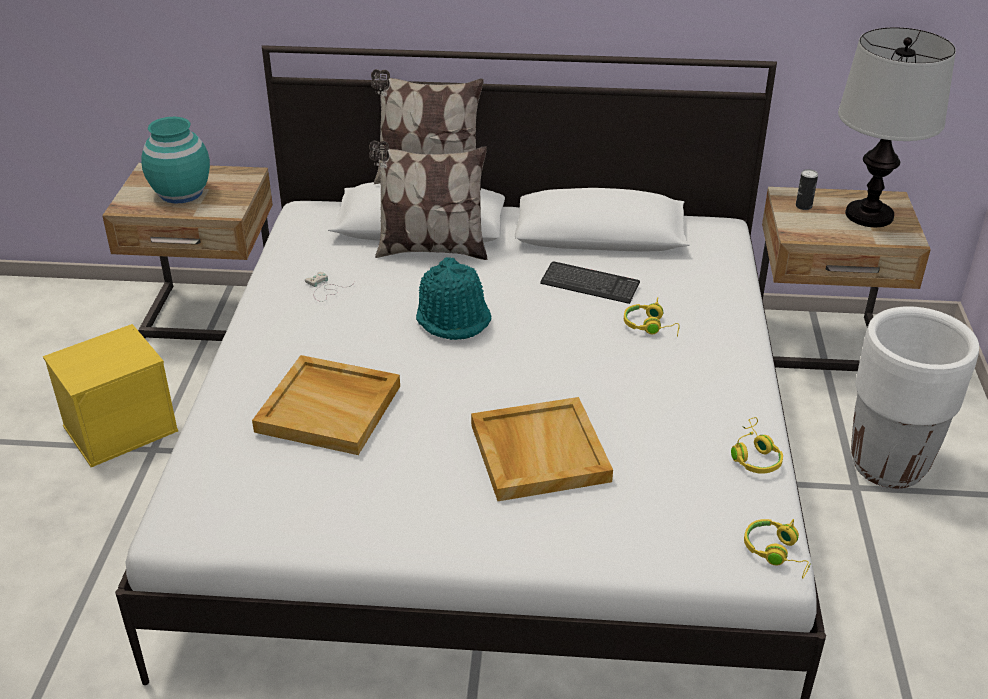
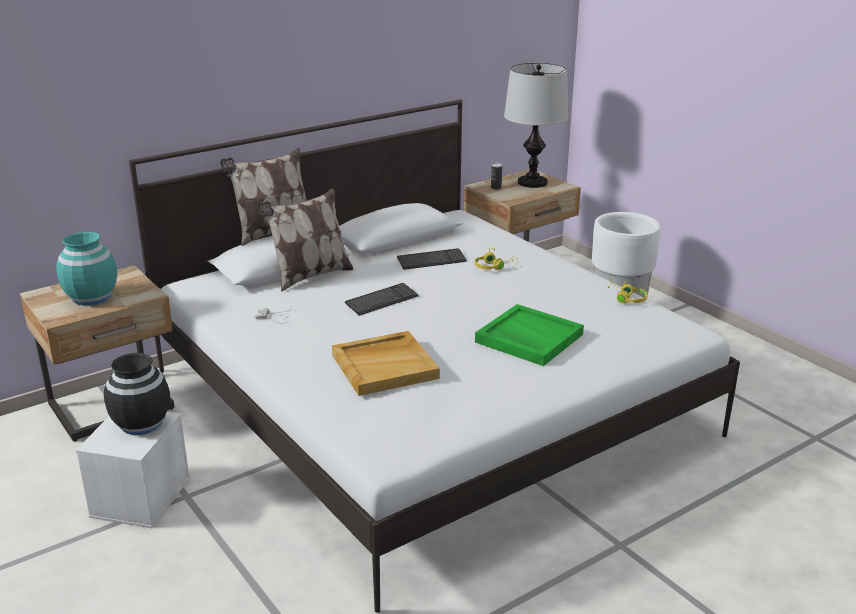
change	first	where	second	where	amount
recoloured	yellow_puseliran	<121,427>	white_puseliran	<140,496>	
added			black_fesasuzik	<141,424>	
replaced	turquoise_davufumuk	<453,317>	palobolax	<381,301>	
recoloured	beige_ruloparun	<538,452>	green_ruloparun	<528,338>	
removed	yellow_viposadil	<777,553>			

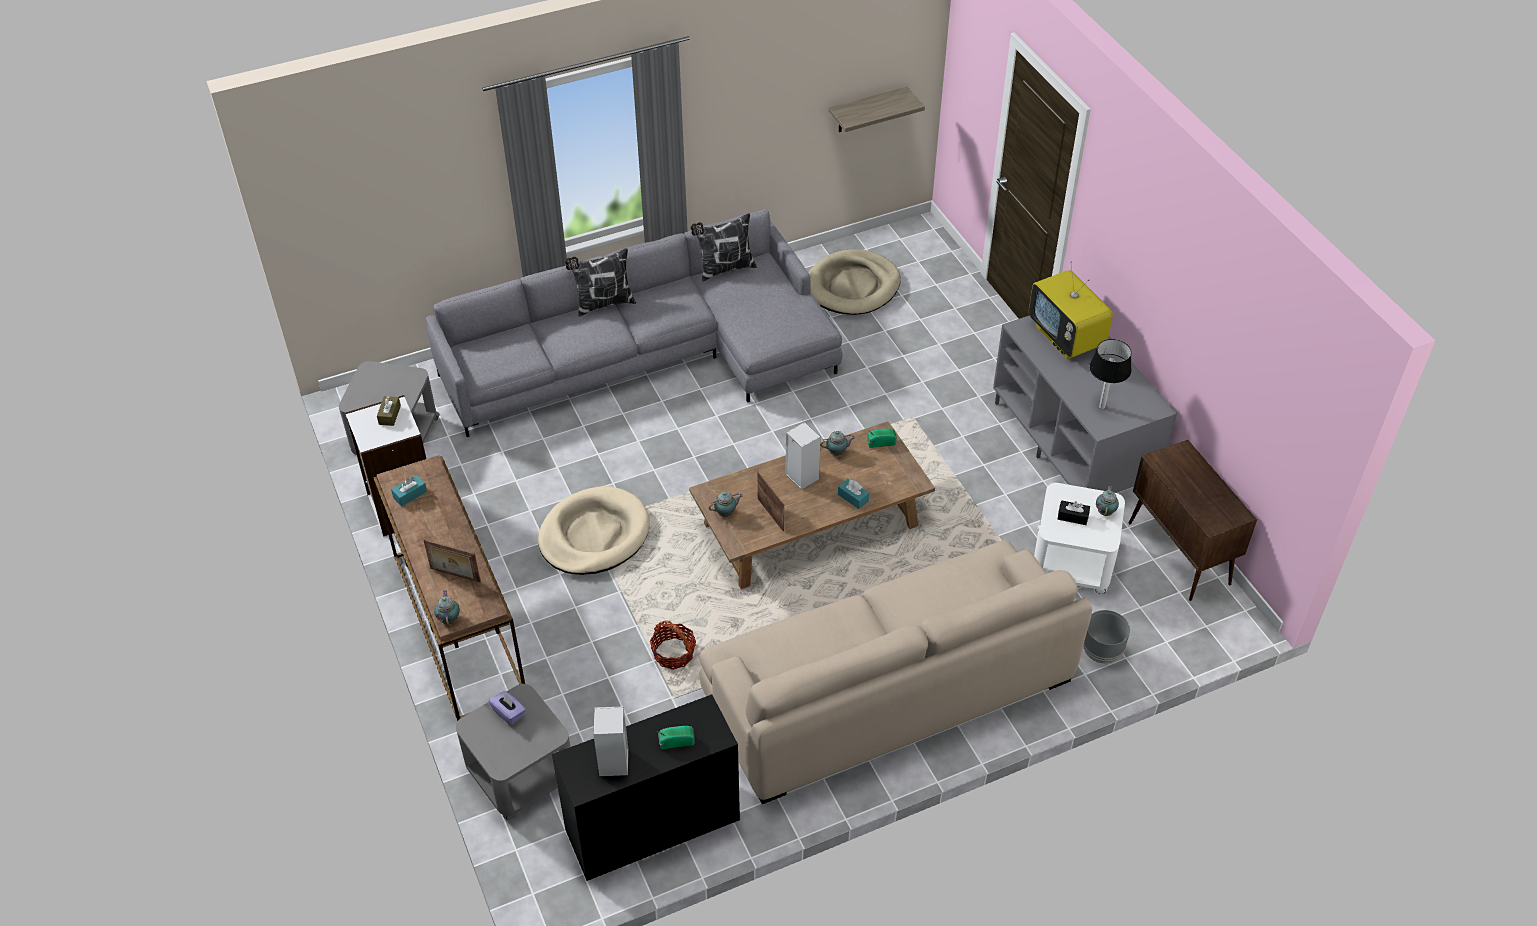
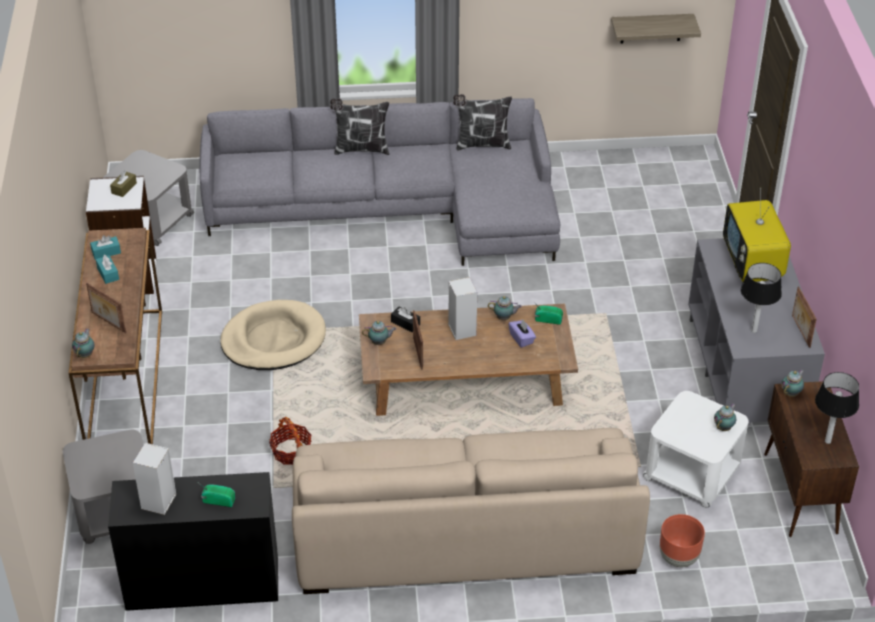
change	first	where	second	where	amount
moved	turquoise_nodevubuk	<853,497>		<108,274>	
moved	black_nodevubuk	<1072,517>		<405,323>	
moved	purple_nodevubuk	<509,713>		<521,339>	
recoloured	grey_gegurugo	<1101,653>	brown_gegurugo	<678,558>	
added			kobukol	<791,393>	
added			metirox	<800,331>	
added			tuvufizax	<827,441>	
removed	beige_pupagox	<853,286>			

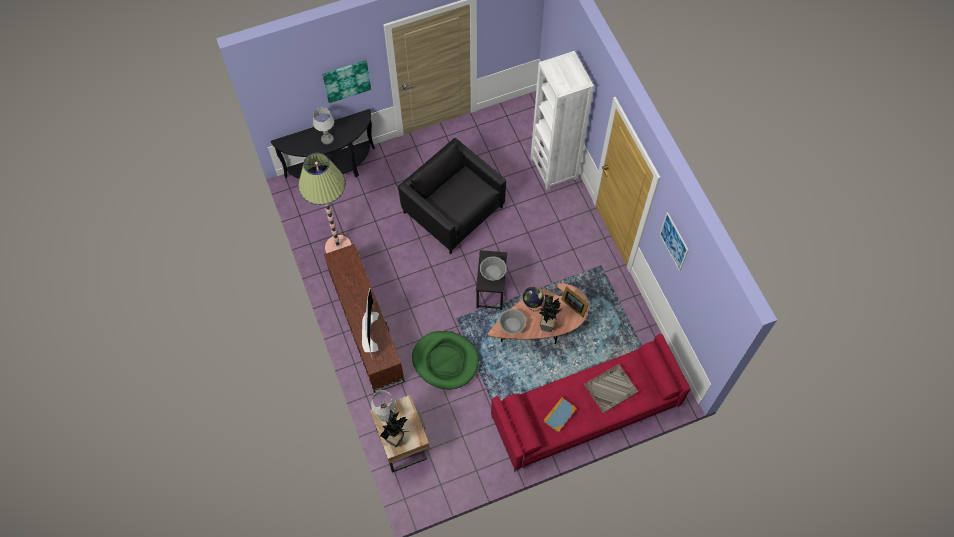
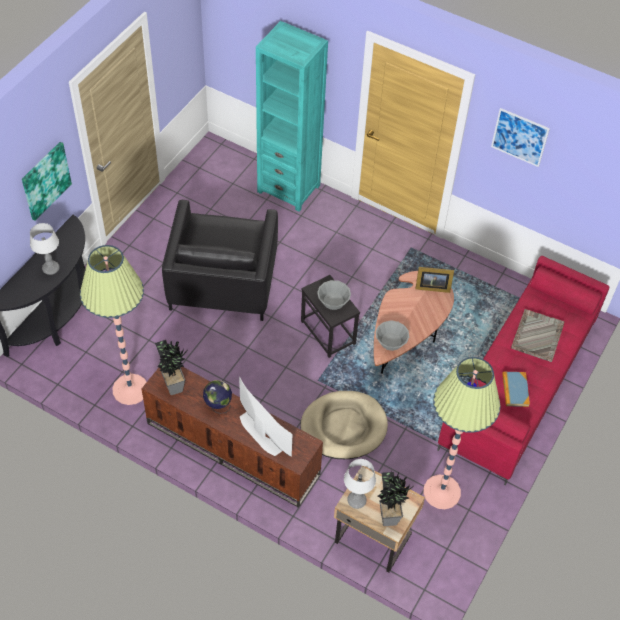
change	first	where	second	where	amount
moved	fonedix	<548,324>		<175,385>	
turned	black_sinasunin	<453,210>		<222,282>	90 degrees counterclockwise
moved	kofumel	<532,304>		<218,406>	
recoloured	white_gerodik	<554,168>	turquoise_gerodik	<289,188>	
recoloured	green_pupagox	<445,361>	beige_pupagox	<343,427>	
added			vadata	<441,492>	

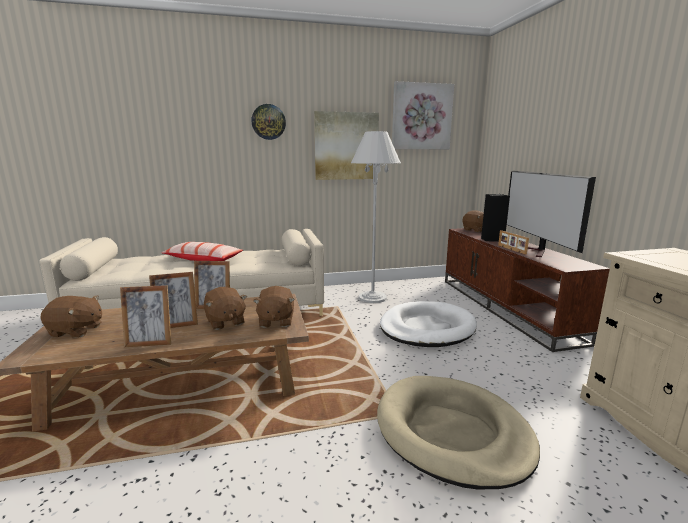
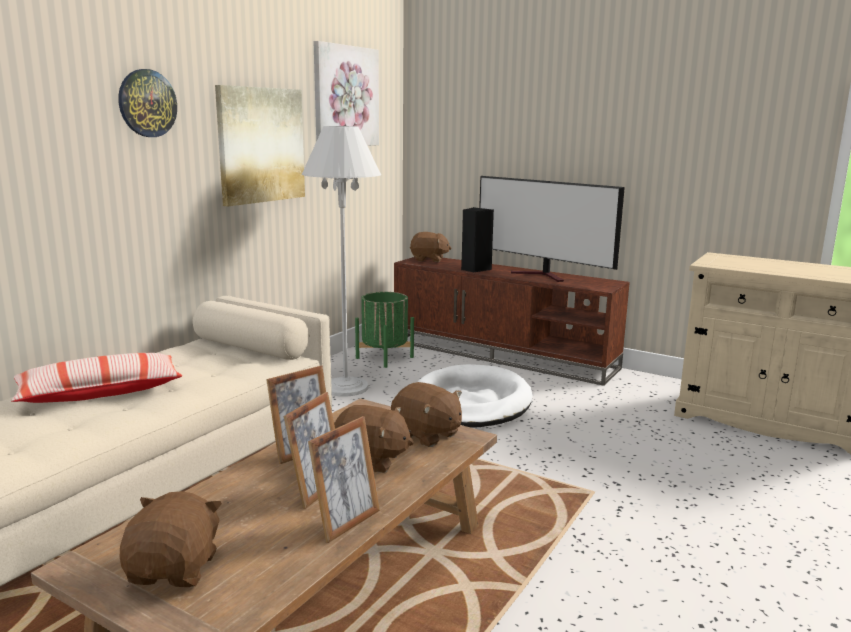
change	first	where	second	where	amount
turned	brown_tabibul	<76,331>		<175,569>	45 degrees counterclockwise
added			green_gegurugo	<384,357>	
removed	beige_pupagox	<452,432>			
removed	metirox	<511,249>			

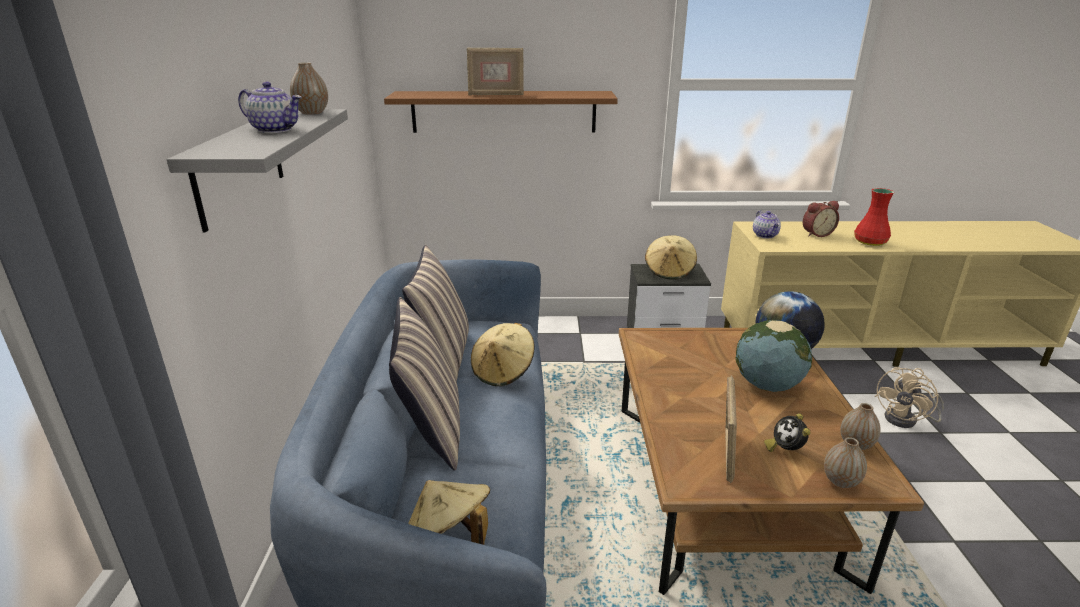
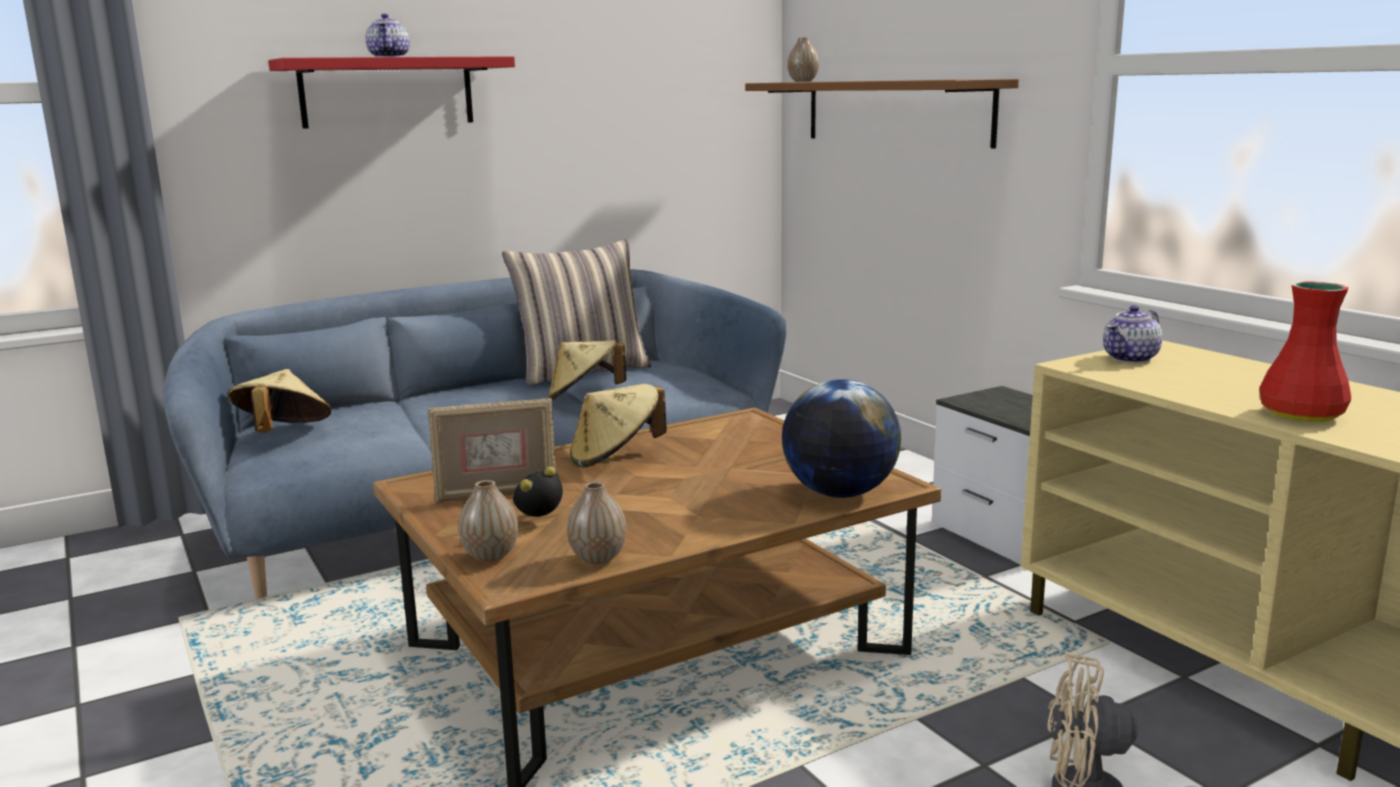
change	first	where	second	where	amount
recoloured	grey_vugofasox	<240,166>	red_vugofasox	<387,92>	
moved	beige_davufumuk	<669,271>		<616,457>	
moved	fesasuzik	<312,113>		<803,81>	
removed	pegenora	<431,430>			
removed	metirox	<496,95>			
removed	kofumel	<767,385>			
removed	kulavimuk	<816,234>			

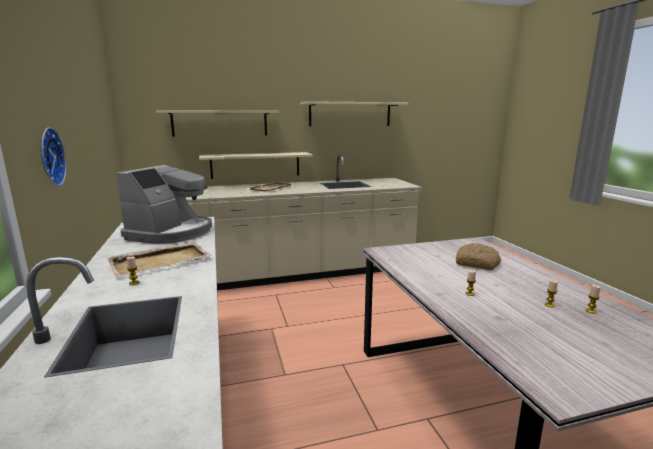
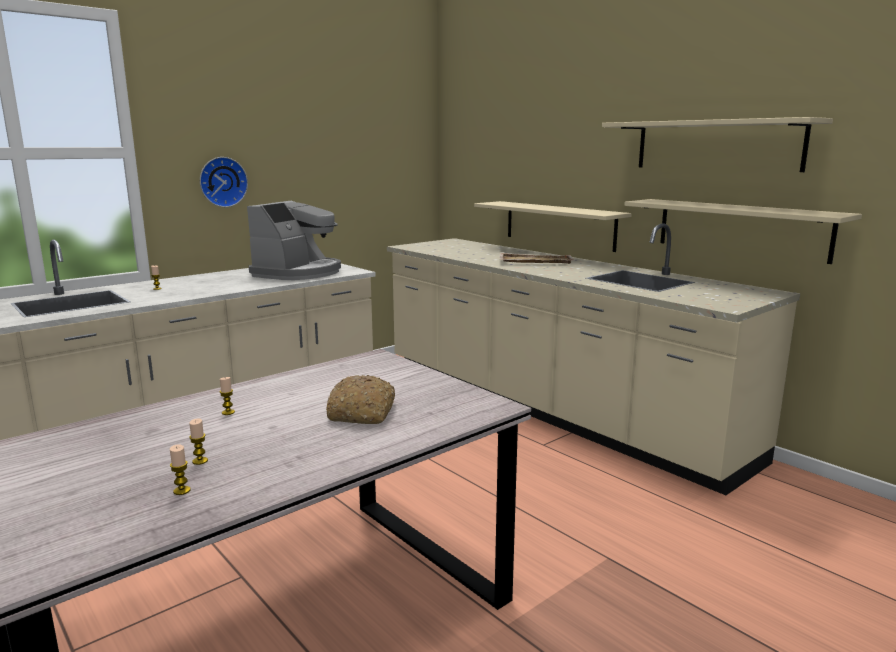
change	first	where	second	where	amount
turned	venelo	<171,233>		<298,273>	60 degrees counterclockwise
moved	beige_vugofasox	<220,123>		<741,229>	
removed	beige_ruloparun	<161,261>			

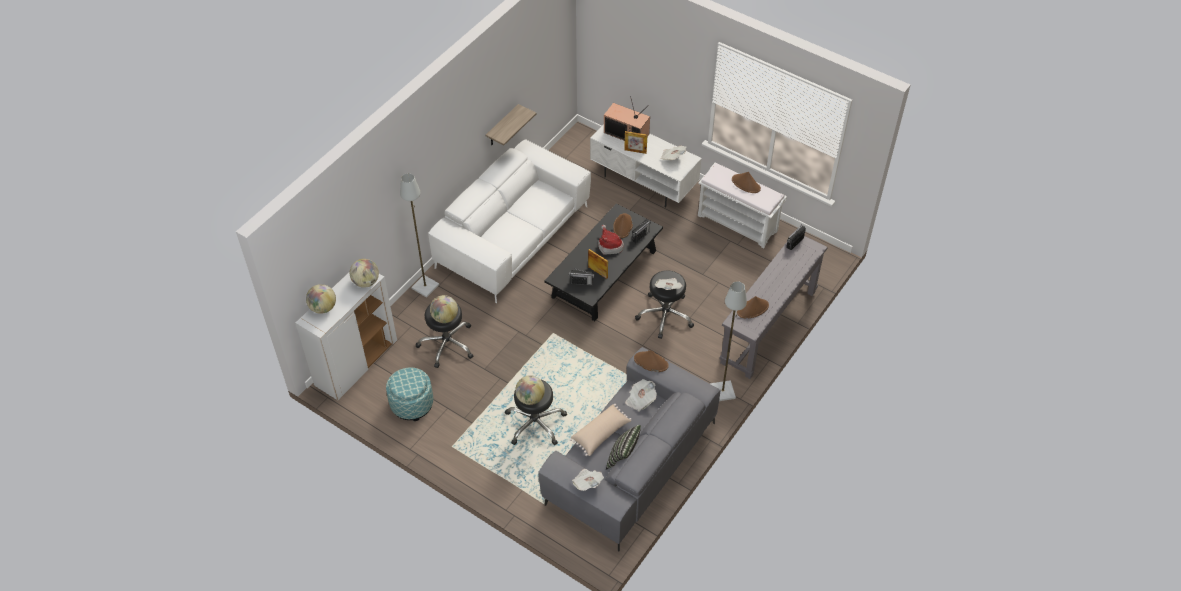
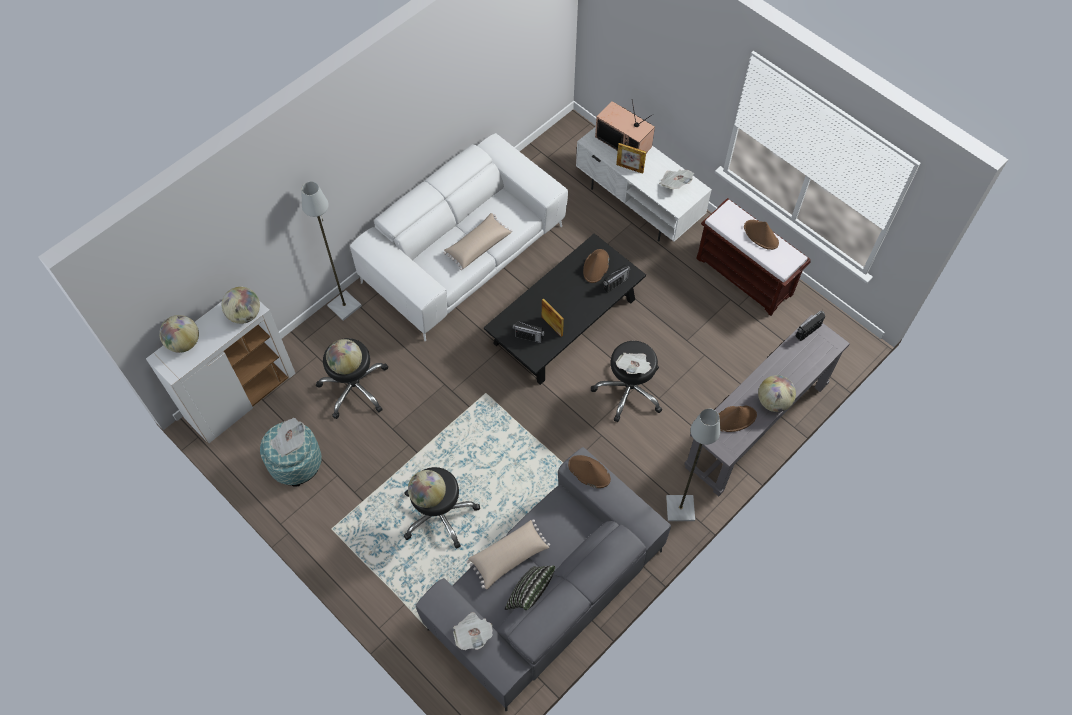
change	first	where	second	where	amount
moved	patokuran	<640,400>		<289,441>	
added			beige_pegenora	<477,246>	
recoloured	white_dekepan	<738,223>	brown_dekepan	<745,276>	
added			kofumel	<773,401>	
removed	vugofasox	<502,126>			
removed	davufumuk	<609,245>			

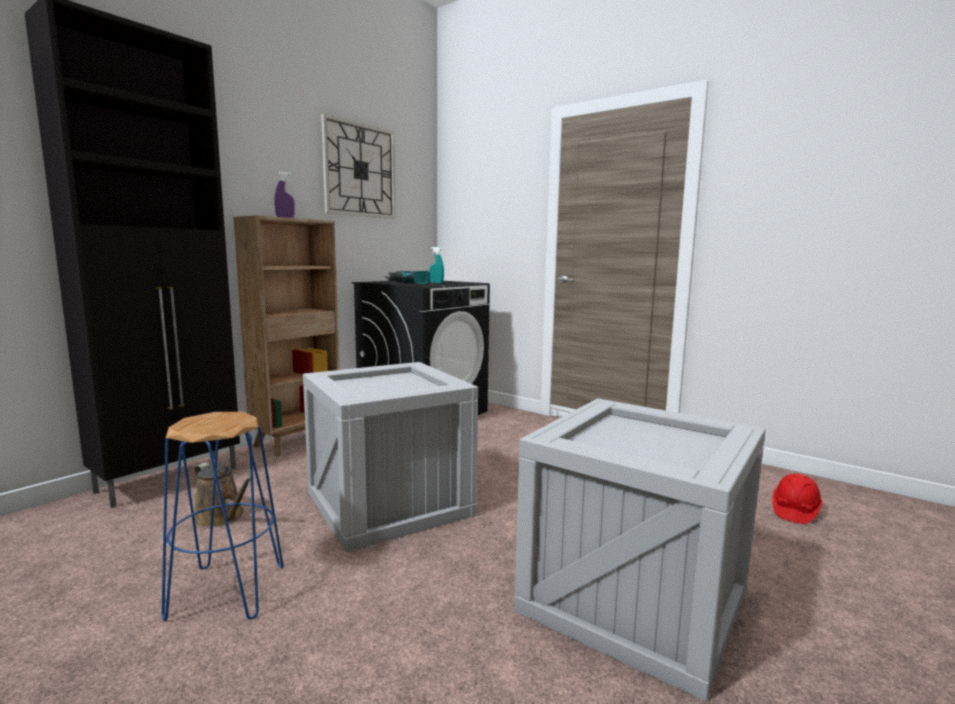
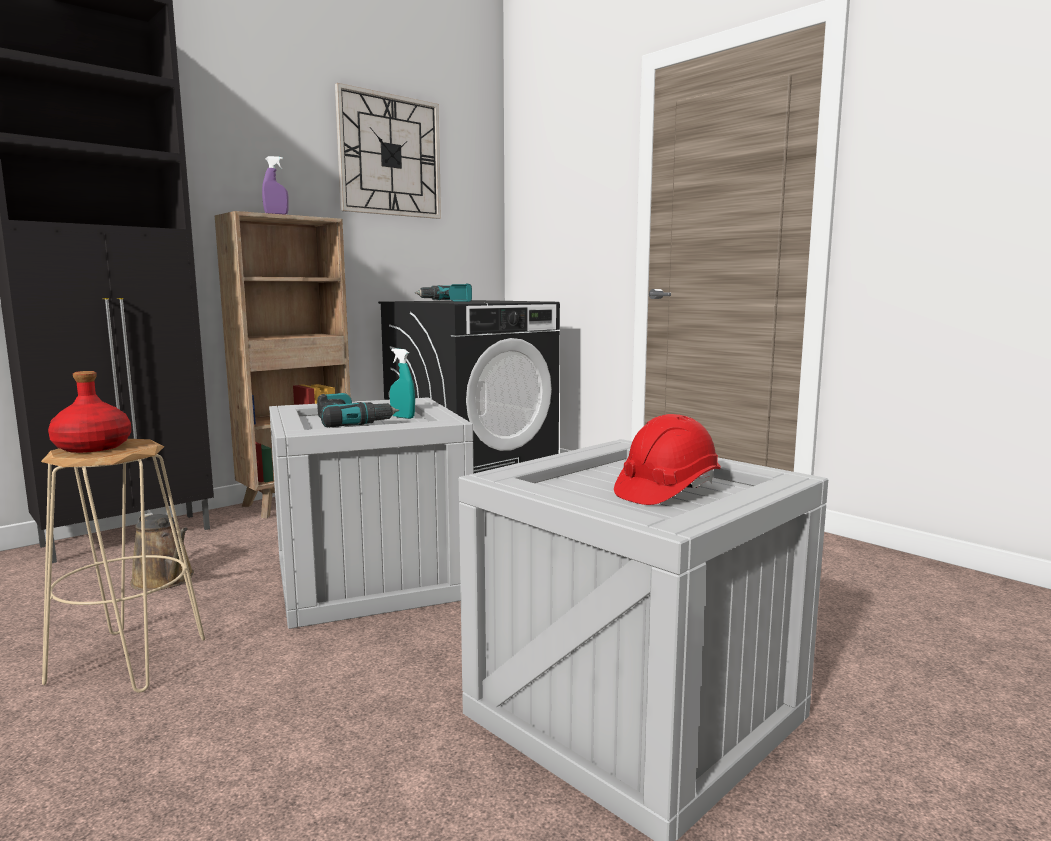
change	first	where	second	where	amount
recoloured	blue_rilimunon	<227,591>	beige_rilimunon	<129,660>	
added			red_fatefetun	<92,447>	
added			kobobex	<352,422>	
moved	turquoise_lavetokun	<436,283>		<402,417>	
moved	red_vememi	<794,511>		<666,491>	

